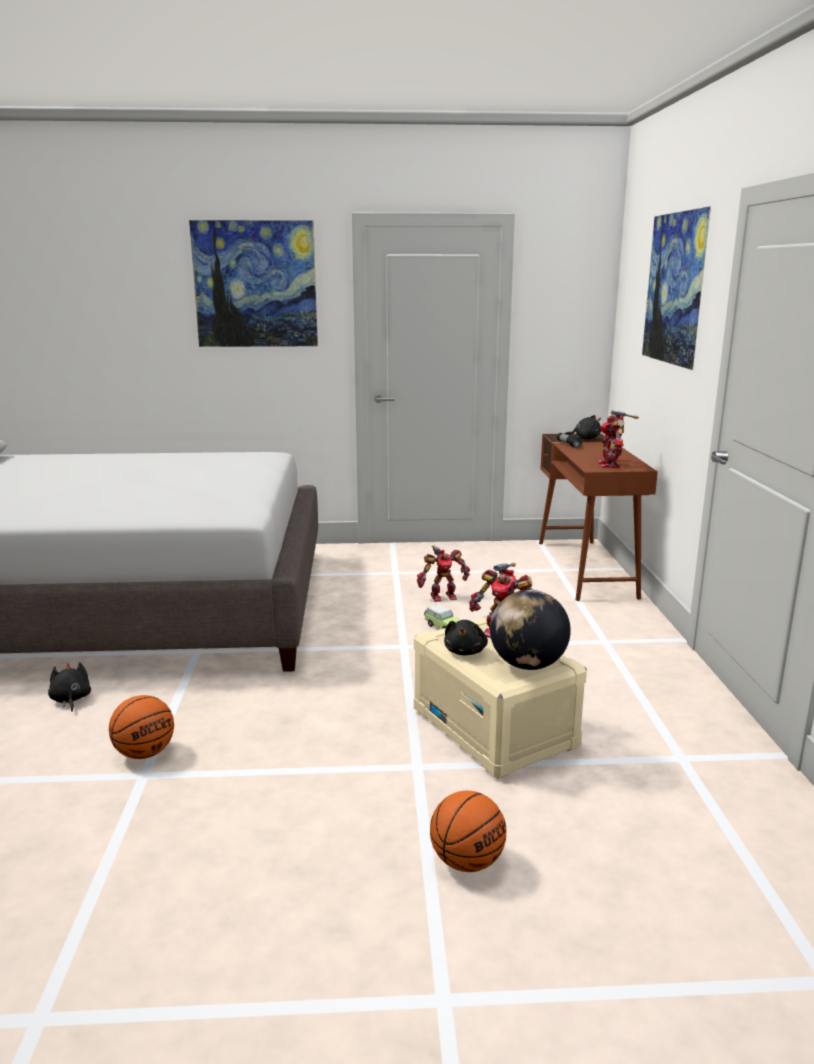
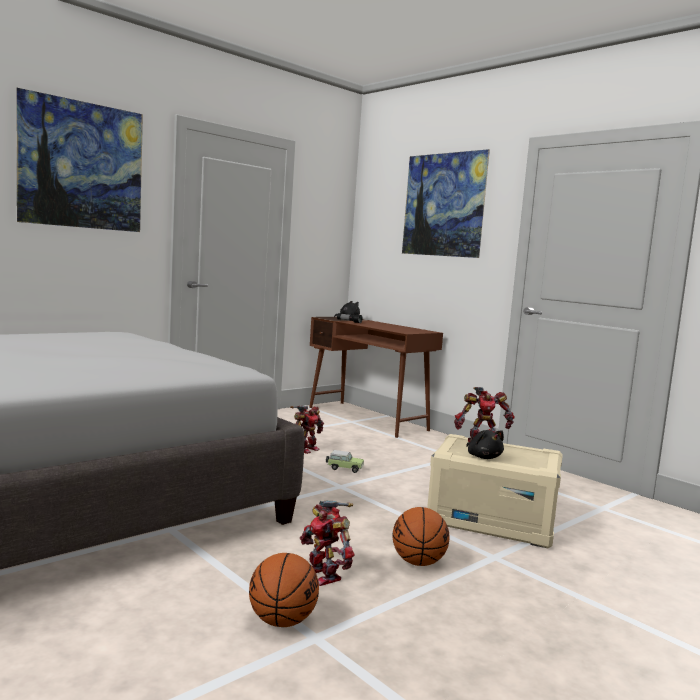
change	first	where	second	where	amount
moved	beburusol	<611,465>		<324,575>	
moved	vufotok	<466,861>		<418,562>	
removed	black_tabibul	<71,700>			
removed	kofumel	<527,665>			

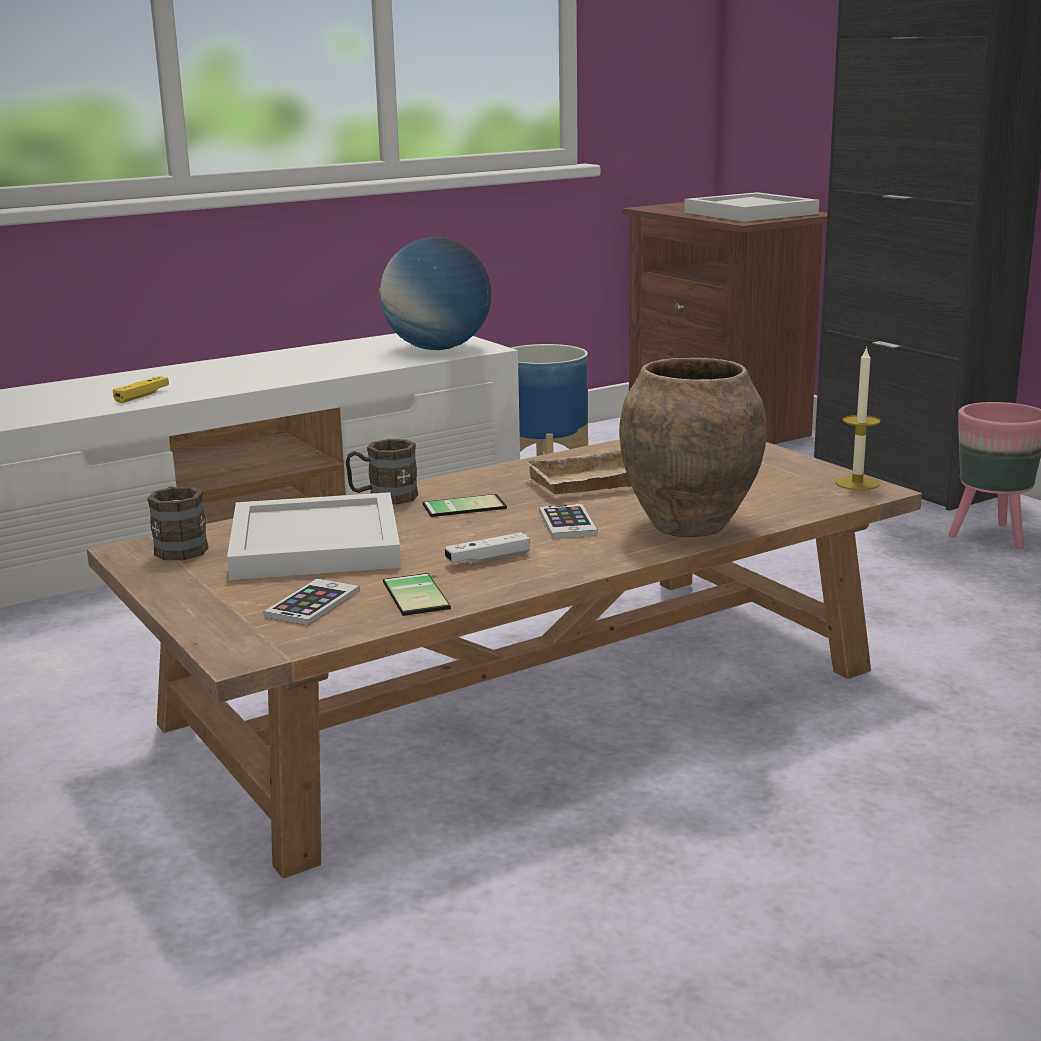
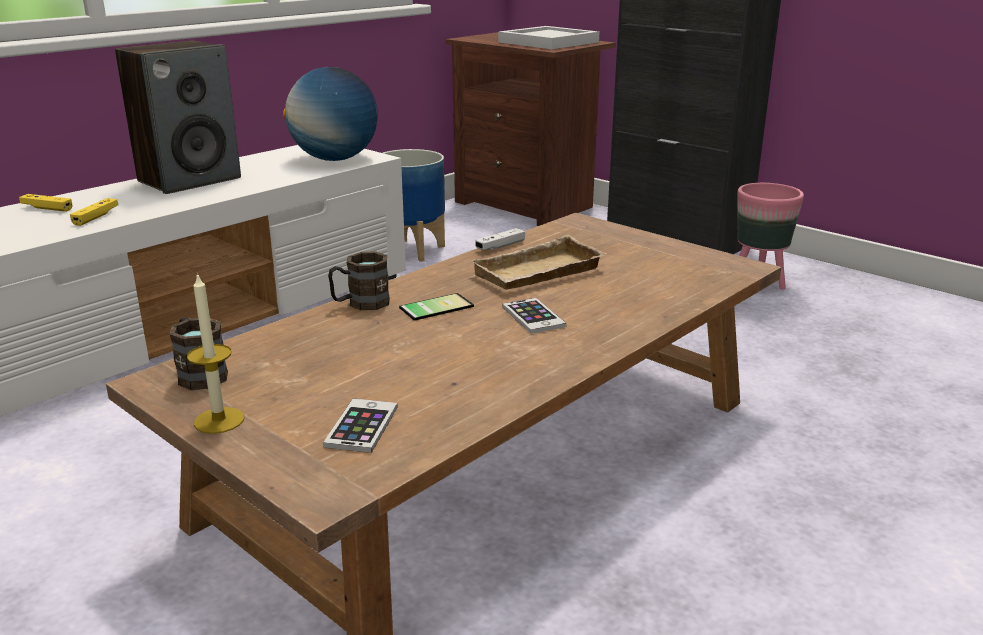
change	first	where	second	where	amount
added			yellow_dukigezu	<47,208>	
added			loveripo	<190,180>	
moved	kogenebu	<857,483>		<219,420>	
moved	white_dukigezu	<488,559>		<500,246>	
removed	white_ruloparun	<312,545>			
removed	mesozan	<421,594>			
removed	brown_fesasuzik	<688,526>			

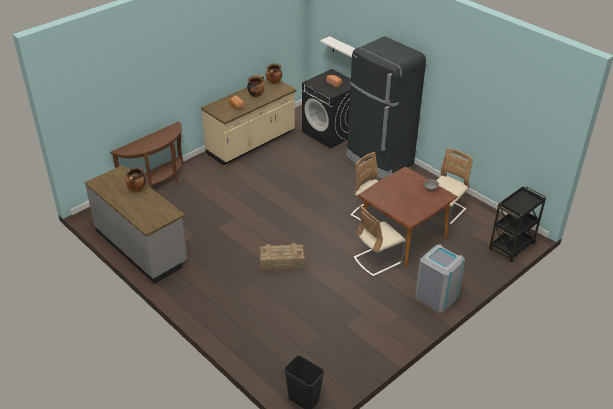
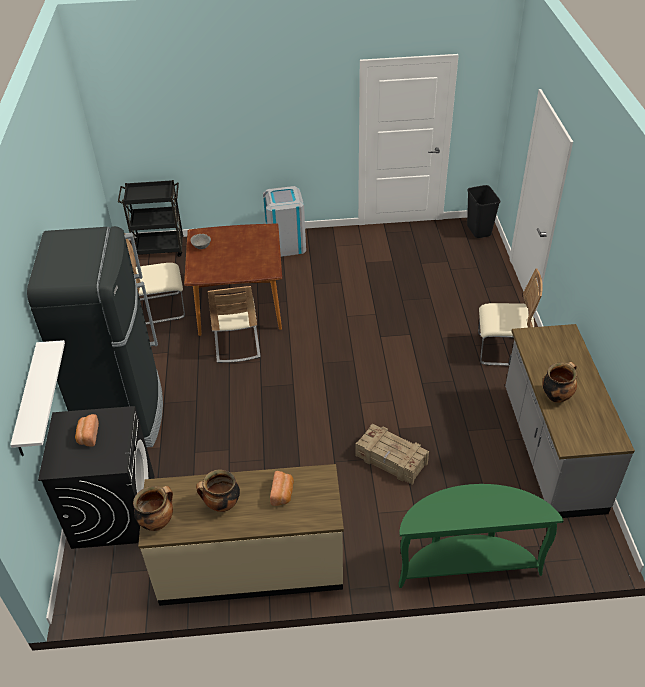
change	first	where	second	where	amount
moved	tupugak	<281,262>		<391,460>	
recoloured	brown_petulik	<157,182>	green_petulik	<466,564>	
moved	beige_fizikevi	<377,260>		<502,351>	

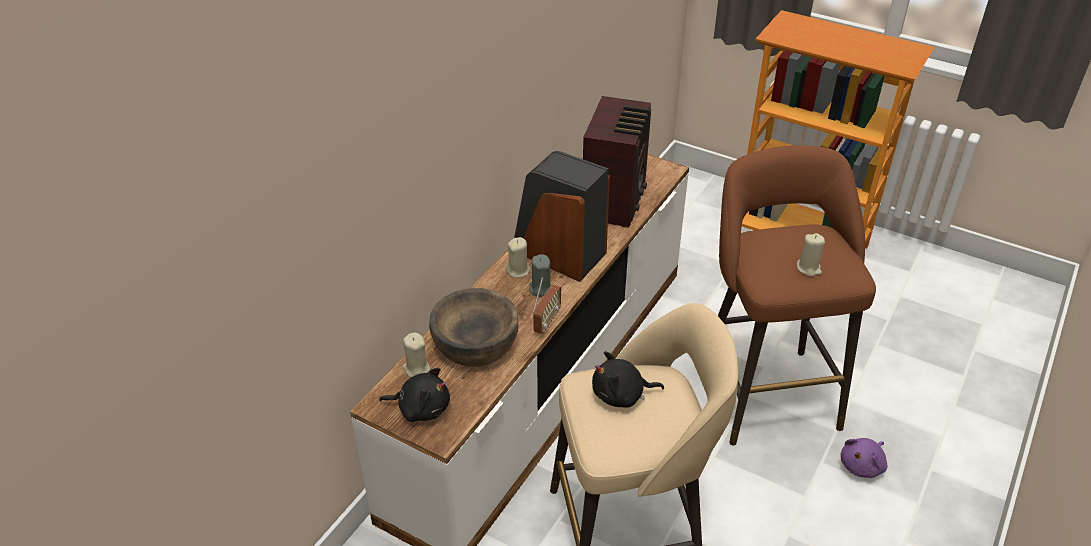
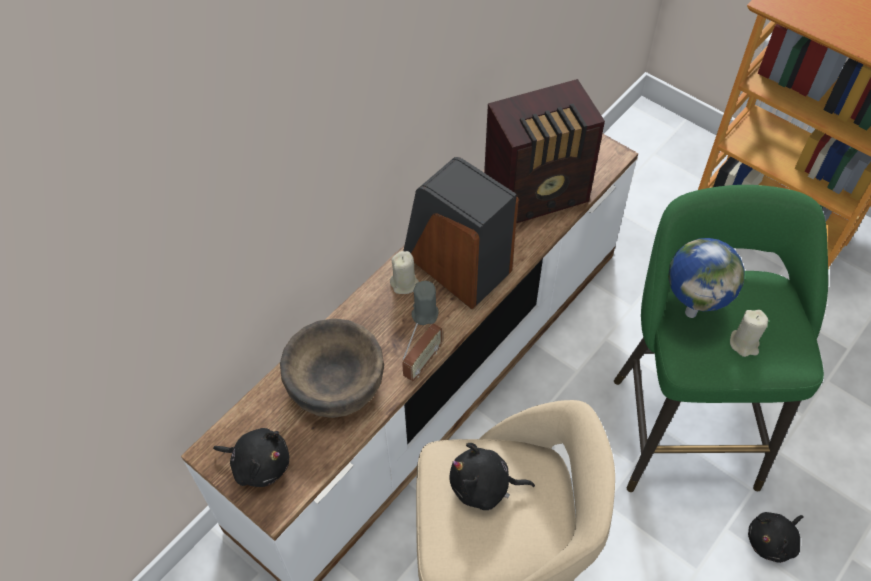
change	first	where	second	where	amount
turned	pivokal	<615,201>		<538,195>	45 degrees clockwise
recoloured	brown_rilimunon	<765,389>	green_rilimunon	<683,423>	
added			kofumel	<691,311>	
recoloured	purple_tabibul	<862,466>	black_tabibul	<772,541>	
removed	beige_kogenebu	<416,369>			

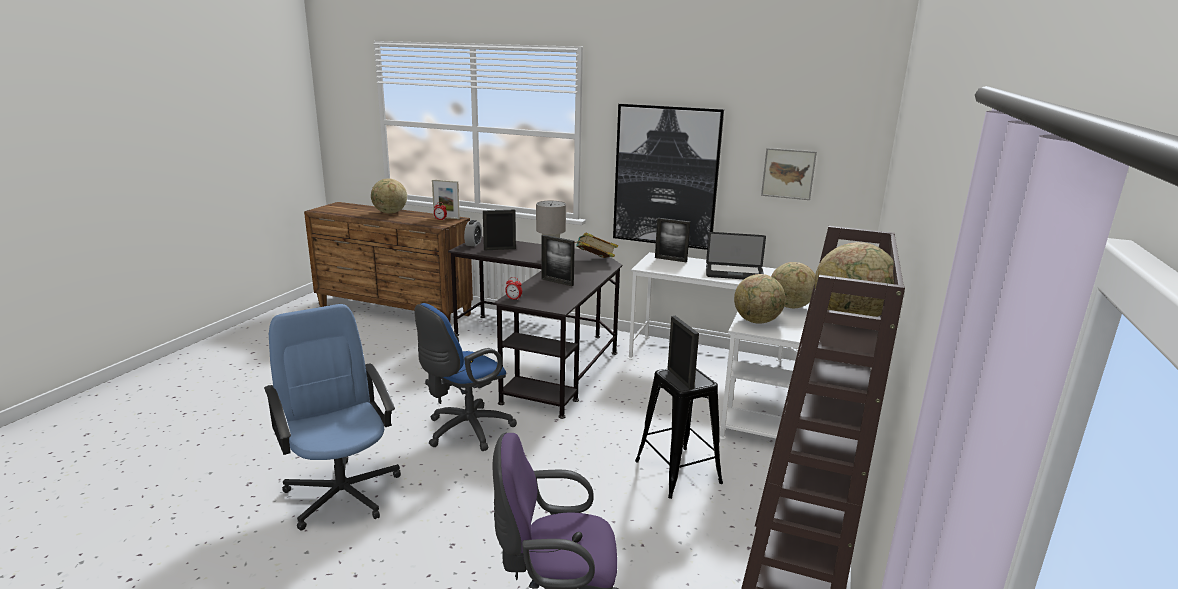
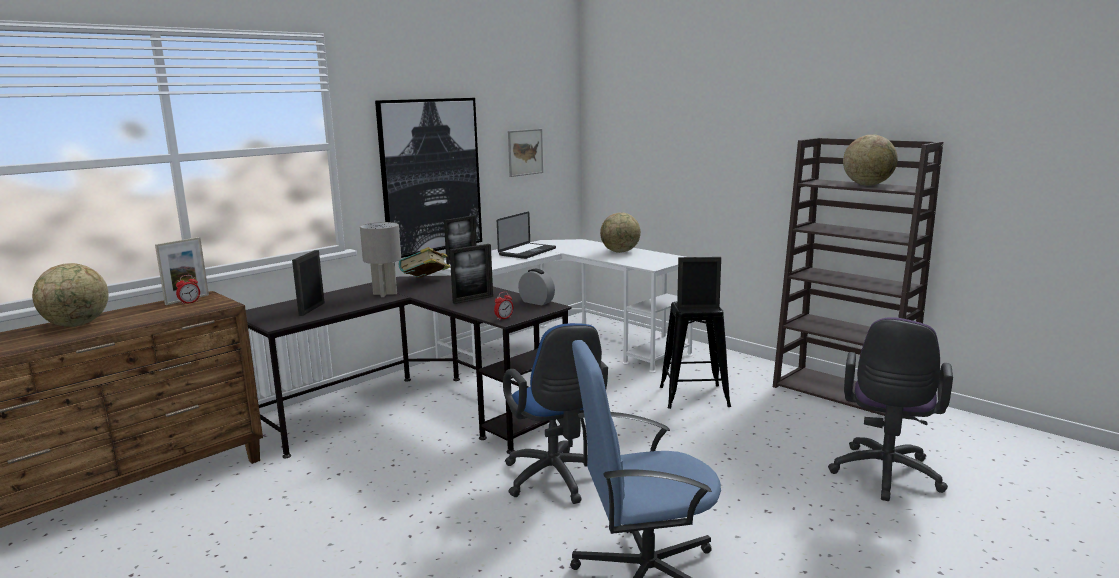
change	first	where	second	where	amount
moved	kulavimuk	<473,243>		<536,302>	
removed	kofumel	<757,321>			

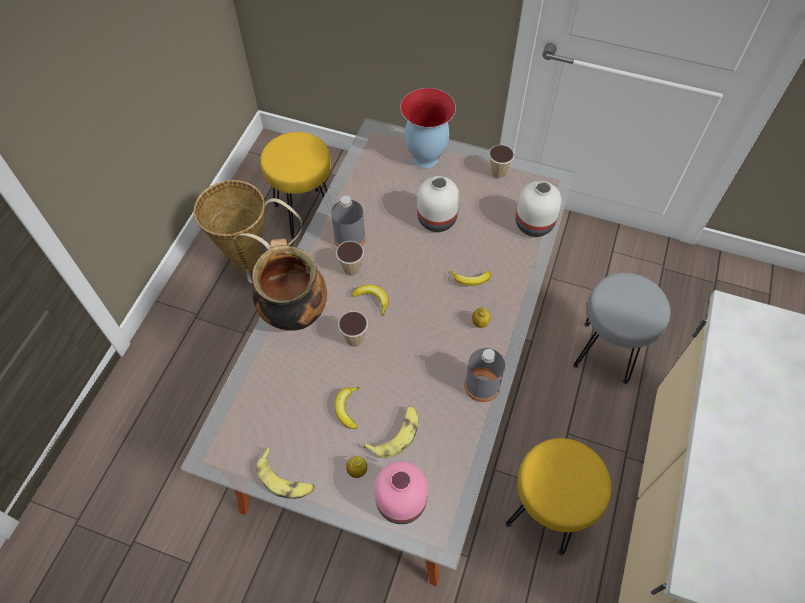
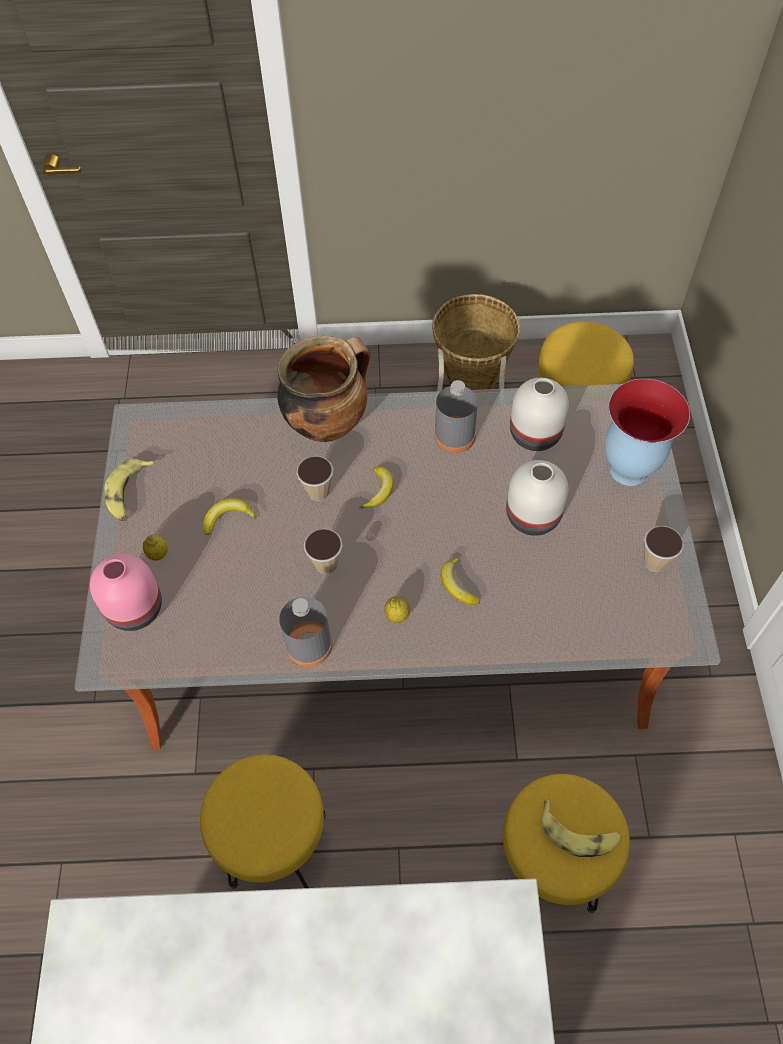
change	first	where	second	where	amount
moved	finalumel	<351,269>		<326,564>	
recoloured	grey_rilimunon	<606,353>	yellow_rilimunon	<547,870>	
moved	white_fesasuzik	<533,223>		<536,433>	
moved	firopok	<396,434>		<579,833>	

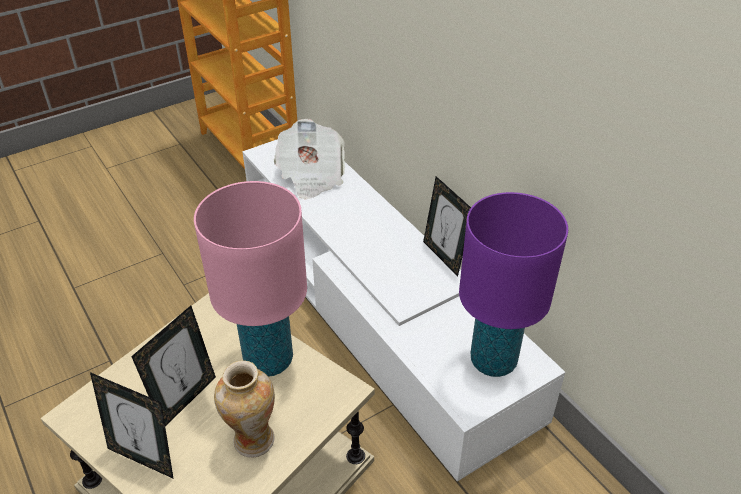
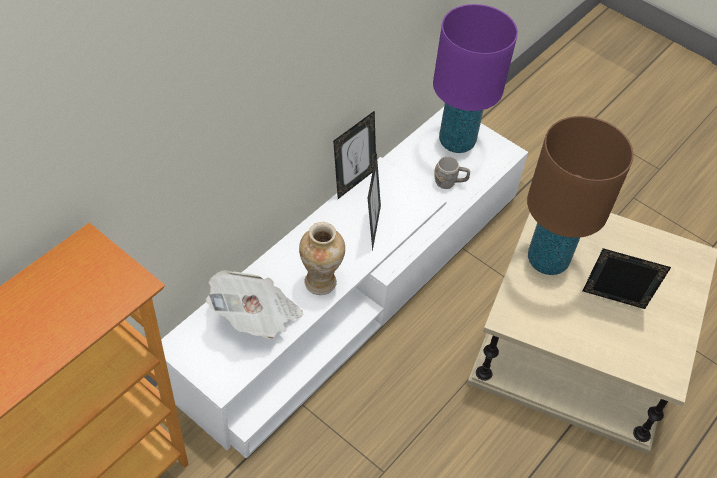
change	first	where	second	where	amount
moved	fesasuzik	<252,440>		<320,283>	
moved	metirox	<144,458>		<371,227>	
added			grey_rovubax	<450,183>	
recoloured	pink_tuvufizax	<269,360>	brown_tuvufizax	<547,260>	

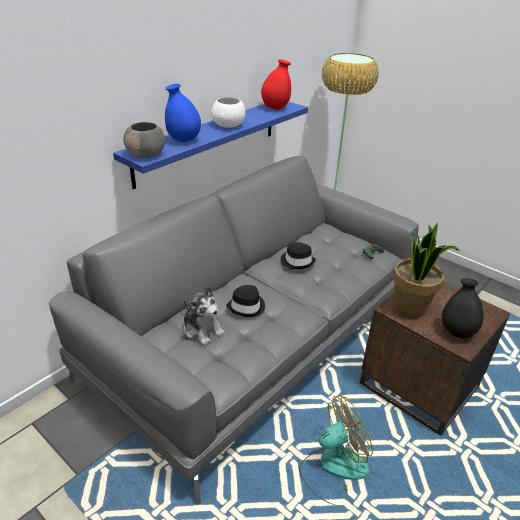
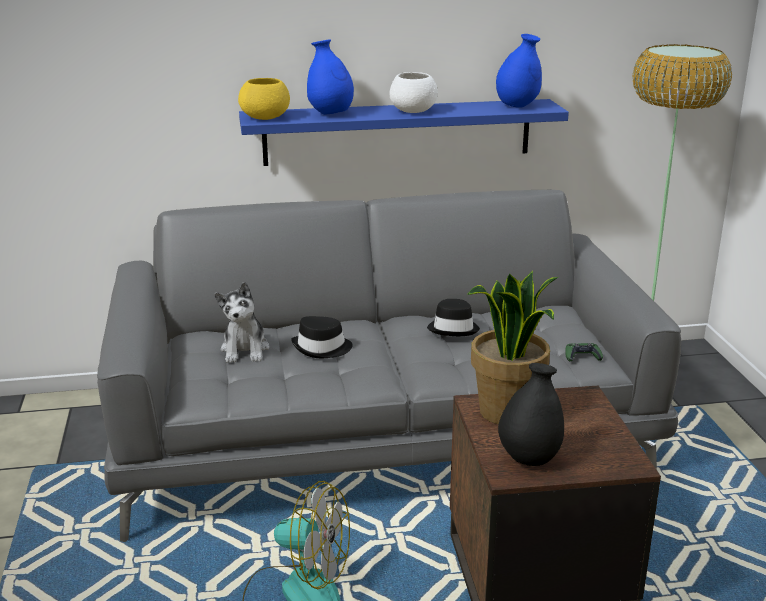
change	first	where	second	where	amount
recoloured	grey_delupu	<146,154>	yellow_delupu	<266,117>	
recoloured	red_fesasuzik	<275,108>	blue_fesasuzik	<517,105>	

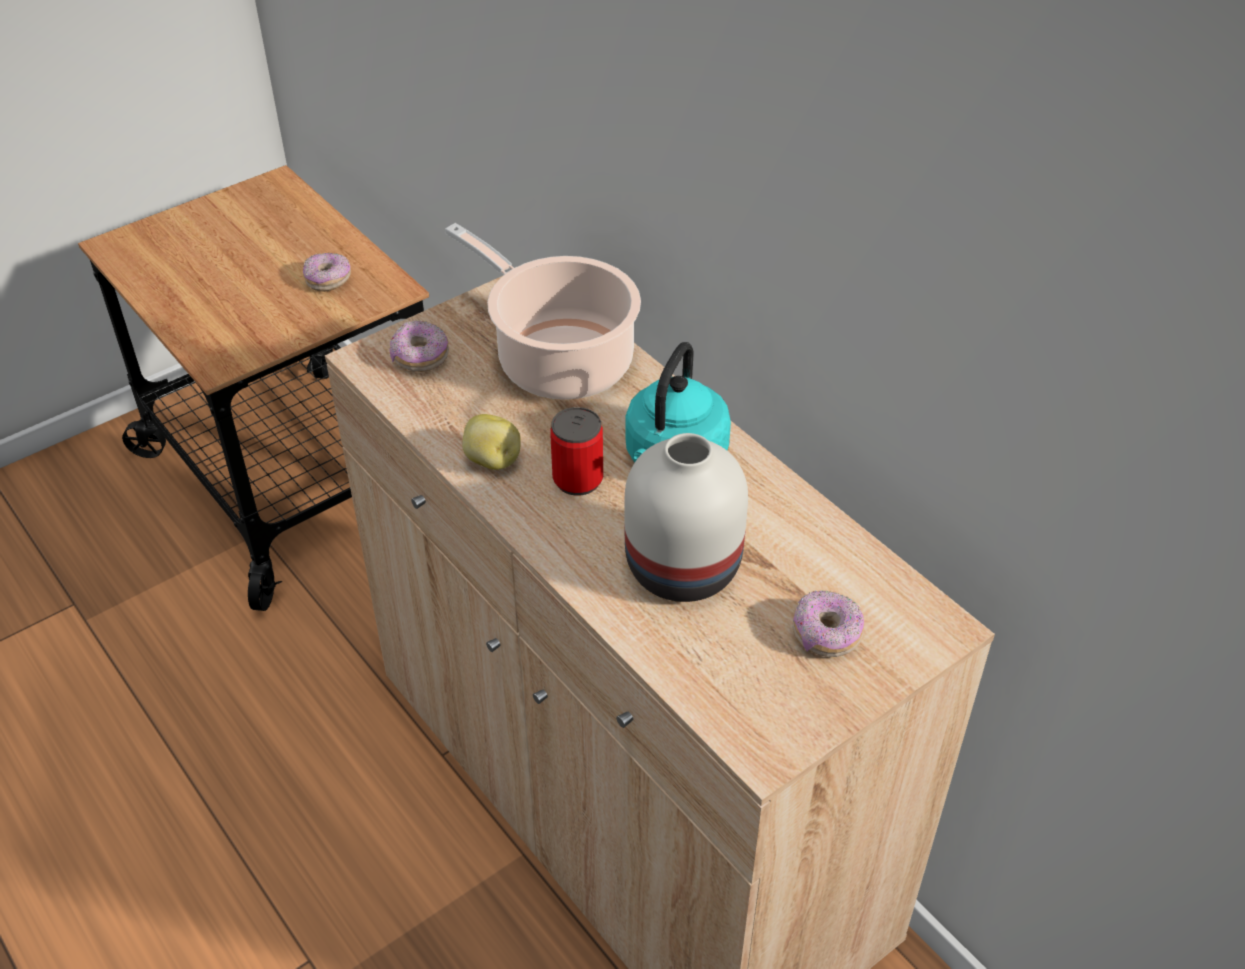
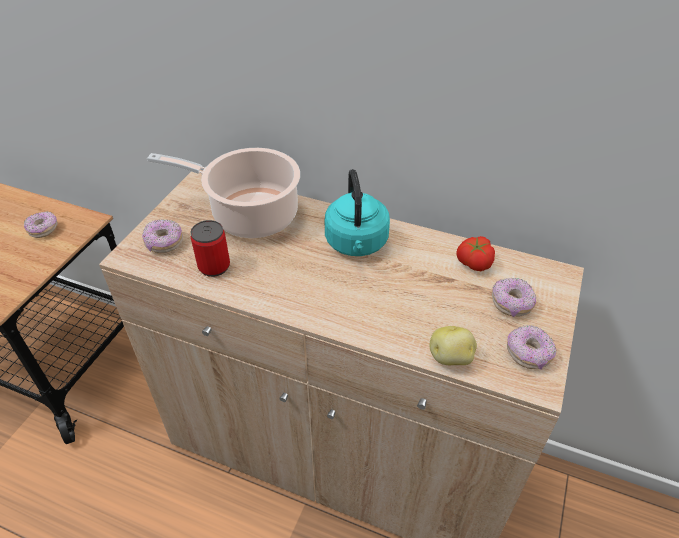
change	first	where	second	where	amount
moved	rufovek	<578,479>		<214,266>	
moved	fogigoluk	<492,461>		<451,358>	
added			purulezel	<473,262>	
added			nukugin	<528,354>	
removed	white_fesasuzik	<684,570>			

